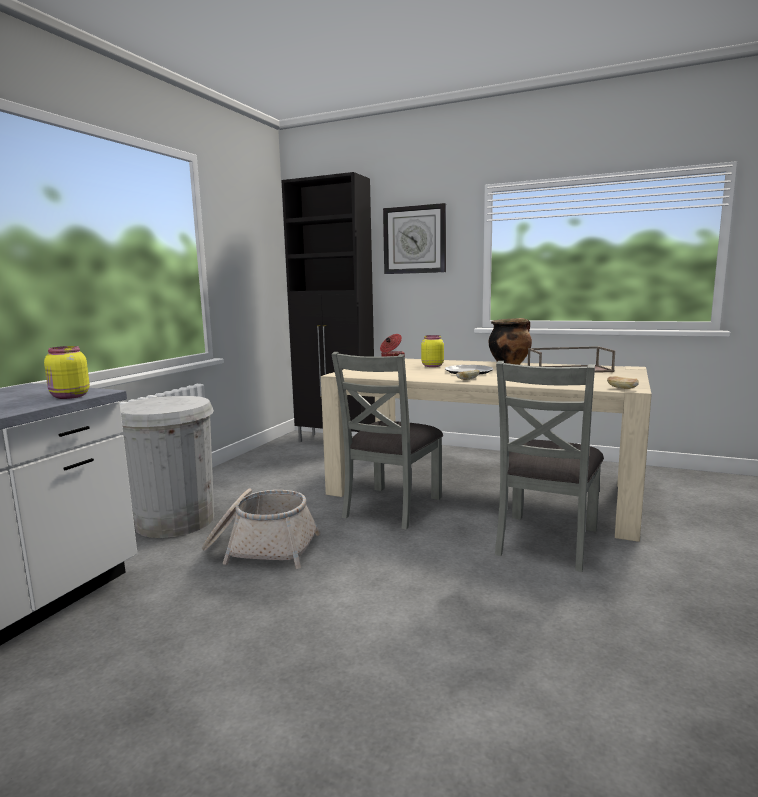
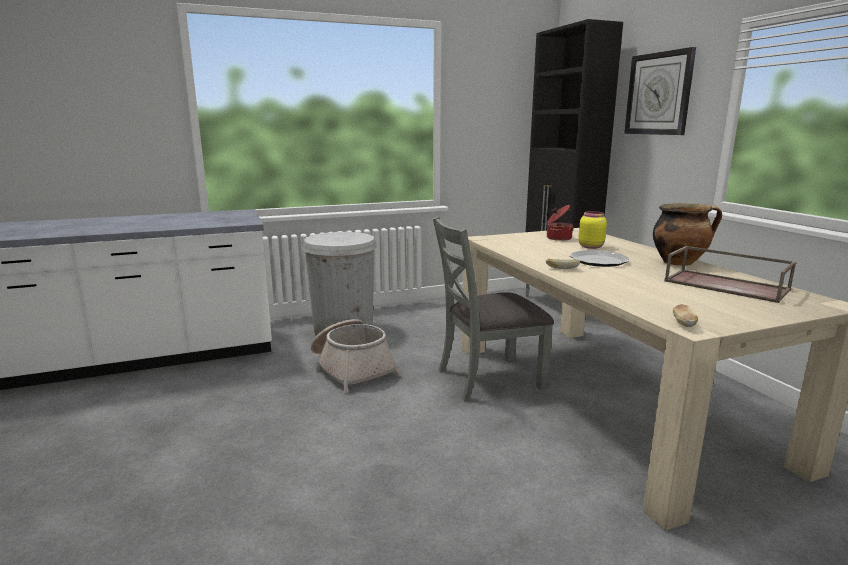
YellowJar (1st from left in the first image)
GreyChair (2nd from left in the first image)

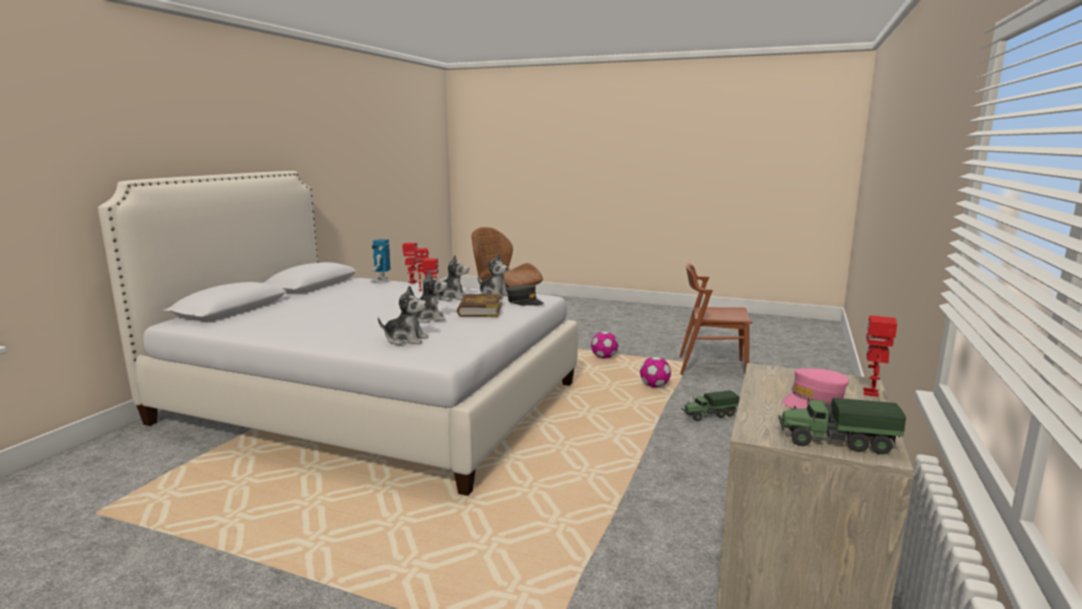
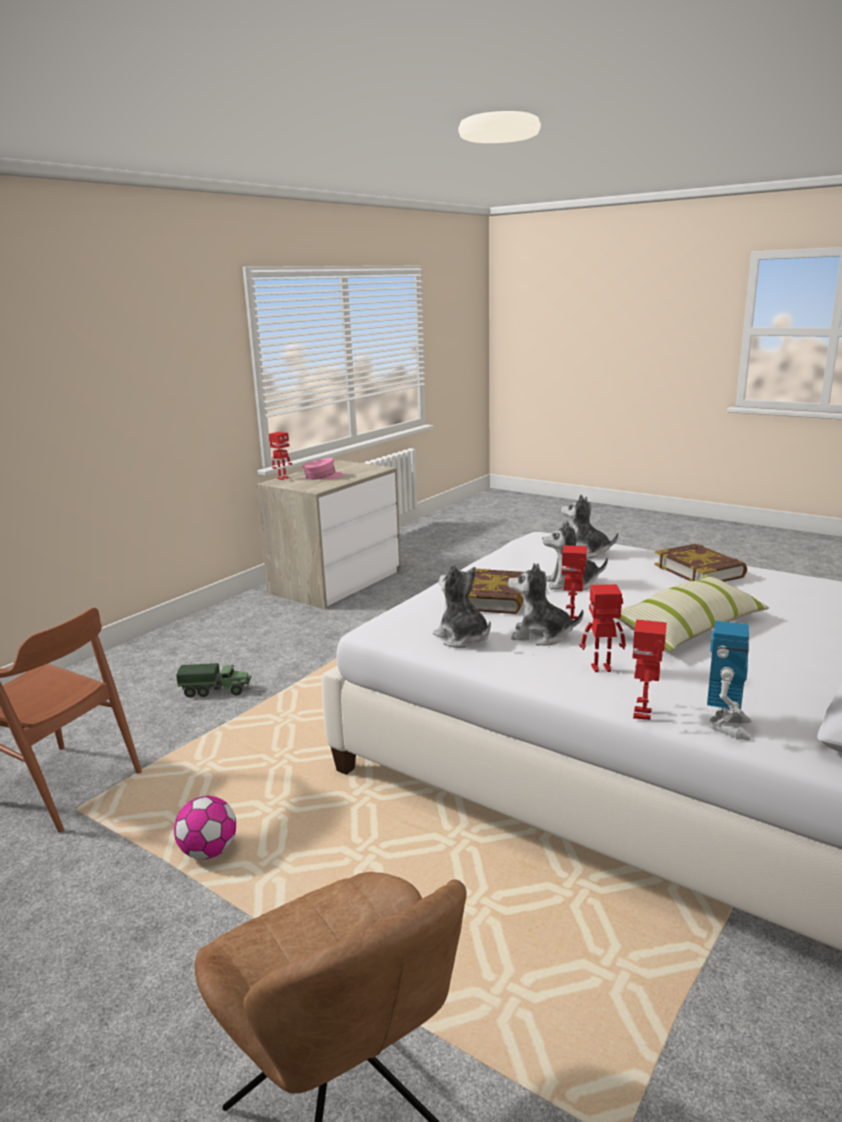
Pillow
Book (2nd from left)
GreyCap
Football (2nd from left in the first image)
ToyTruck (2nd from left in the first image)

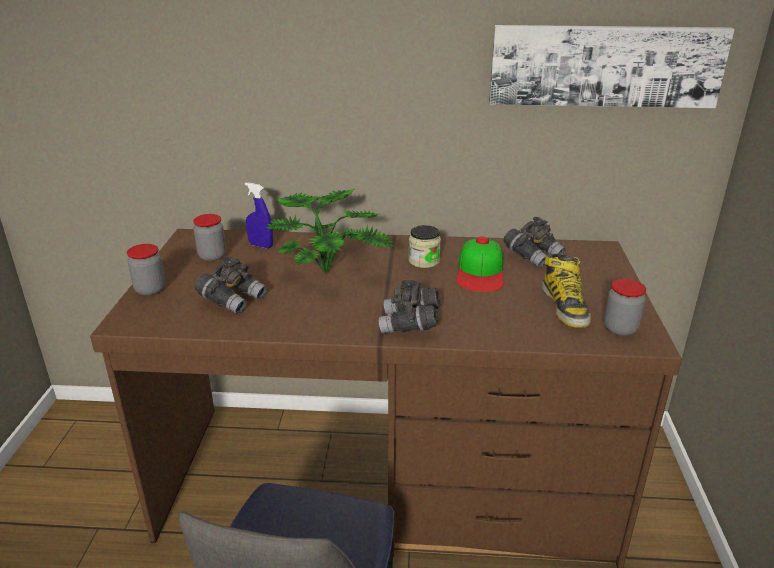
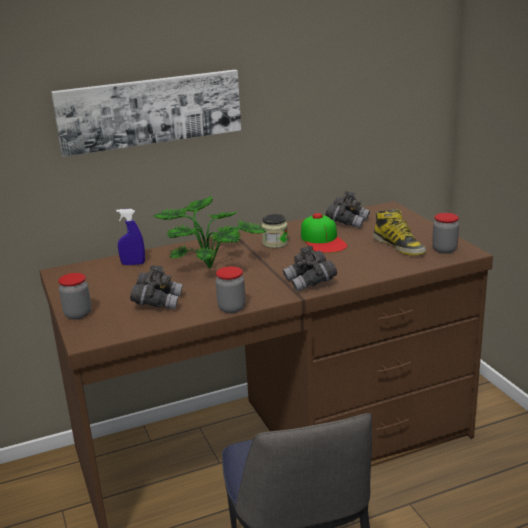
Picture
Jar (2nd from left)

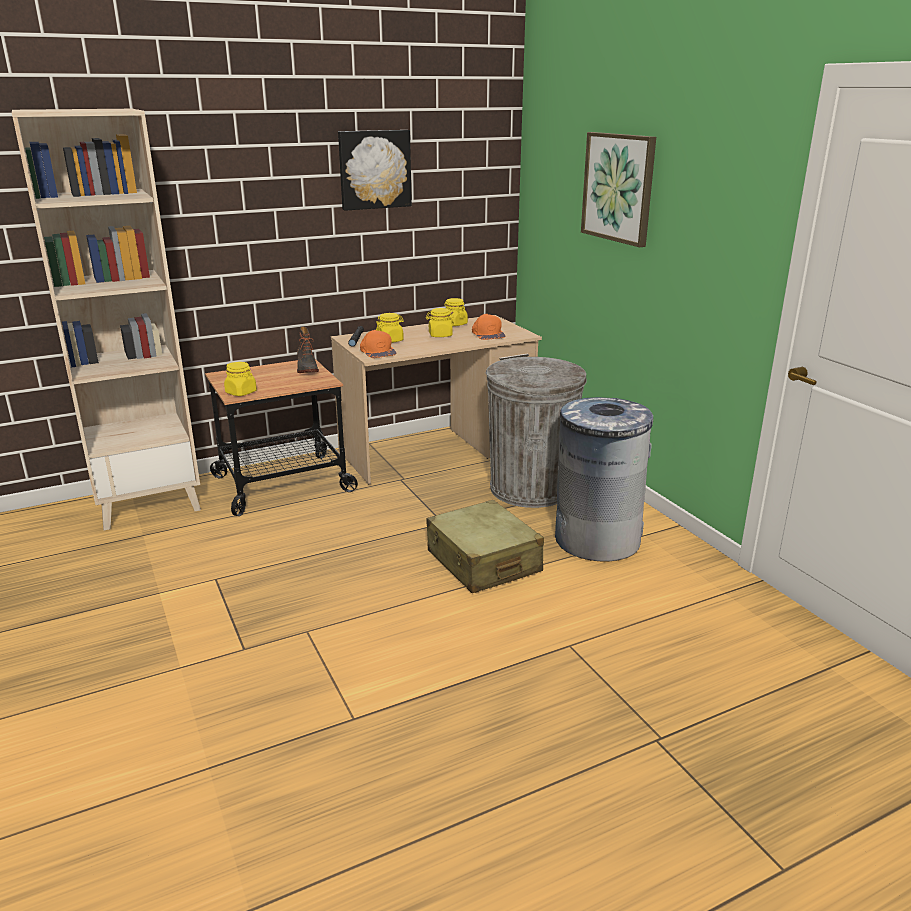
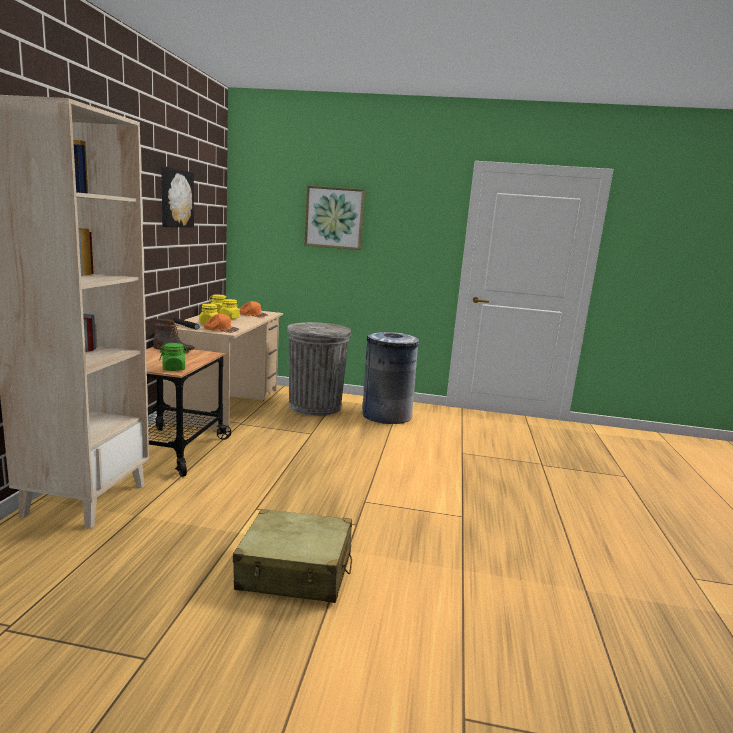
GreenJar
BeigeSuitcase

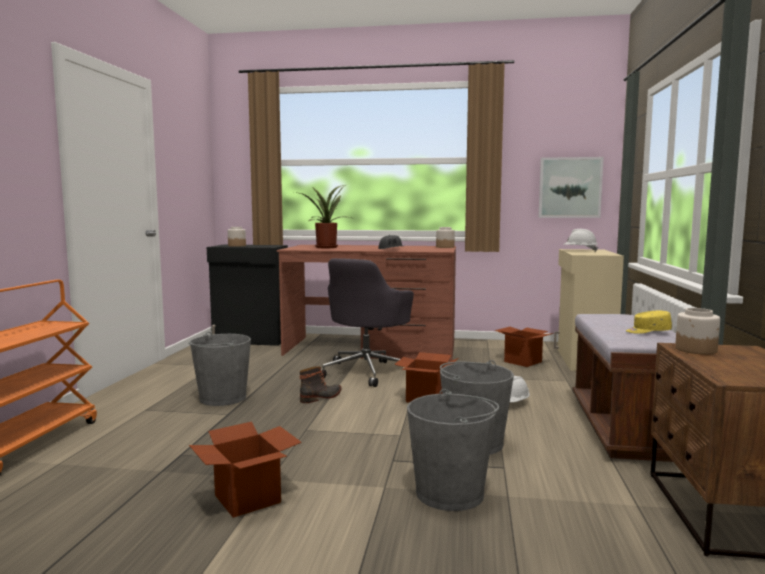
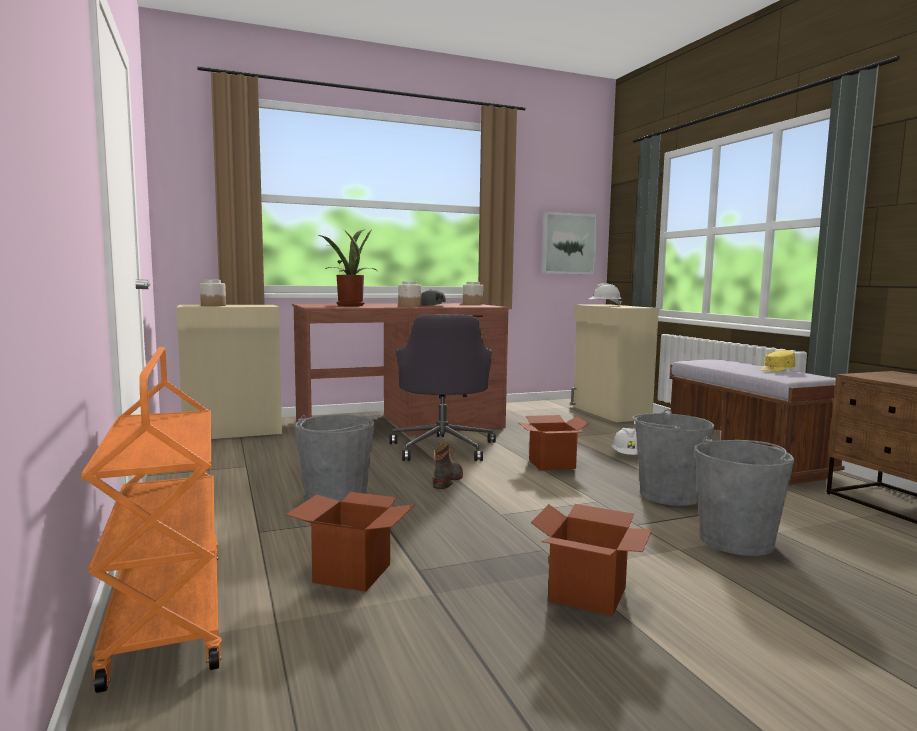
BeigeCabinet (1st from left)
CardboardBox (1st from left)
Jar (2nd from left)

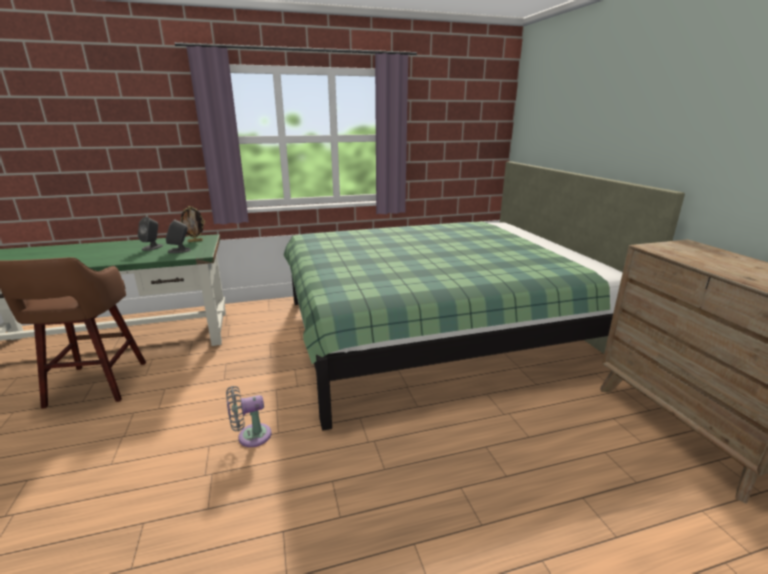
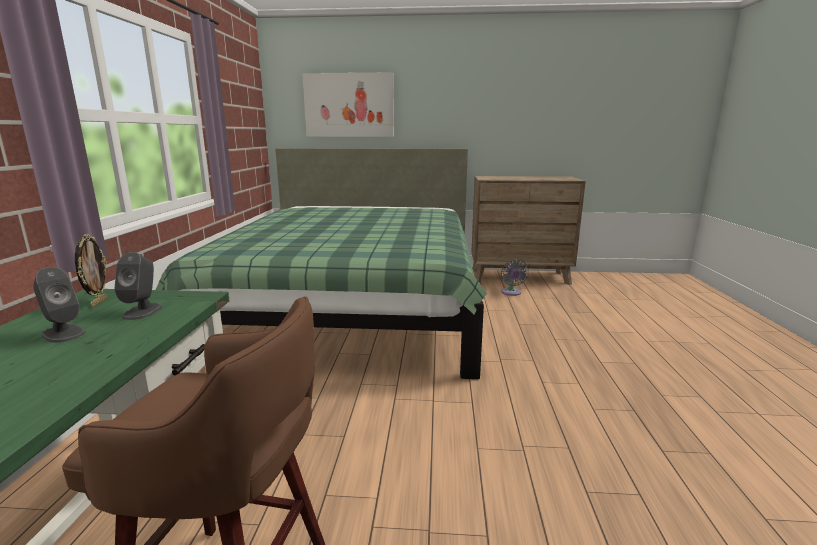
Picture
GreyFan

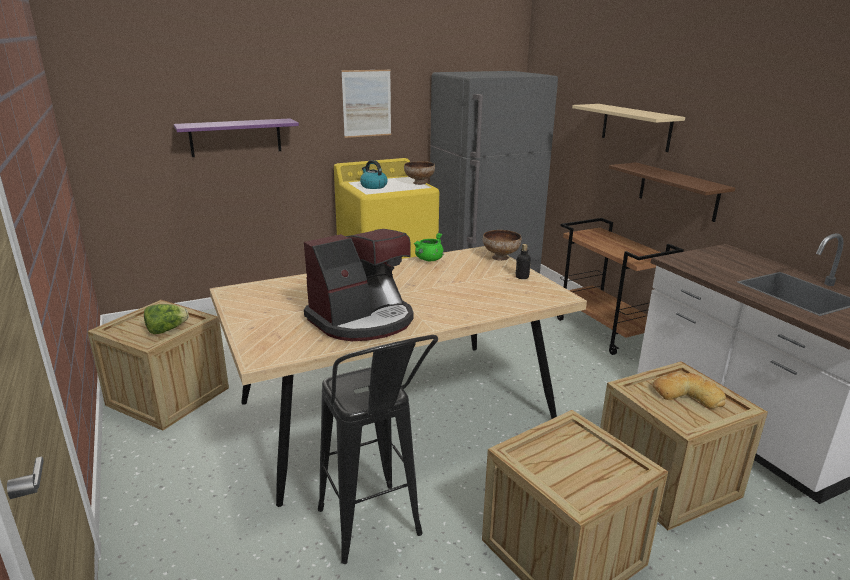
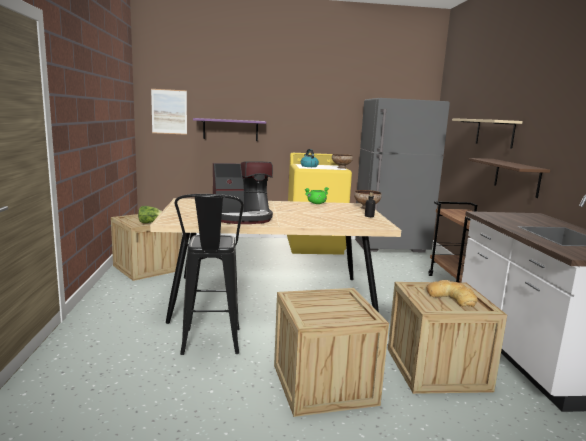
Picture

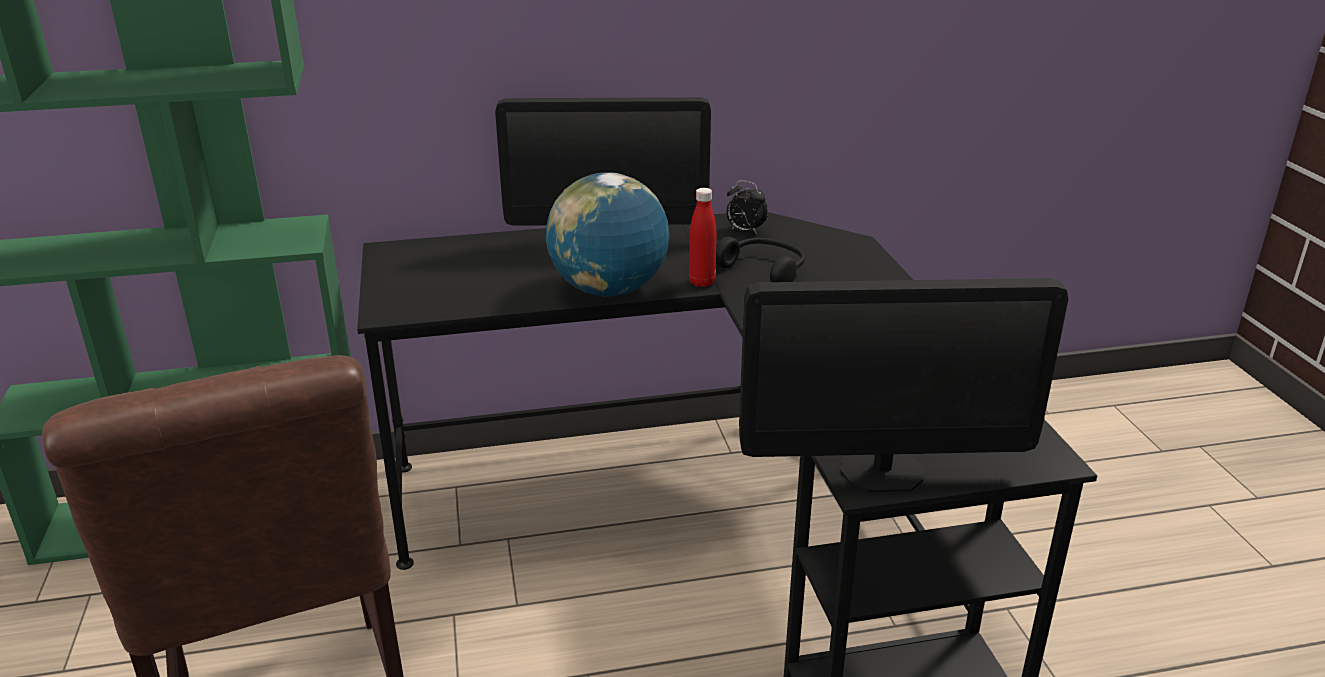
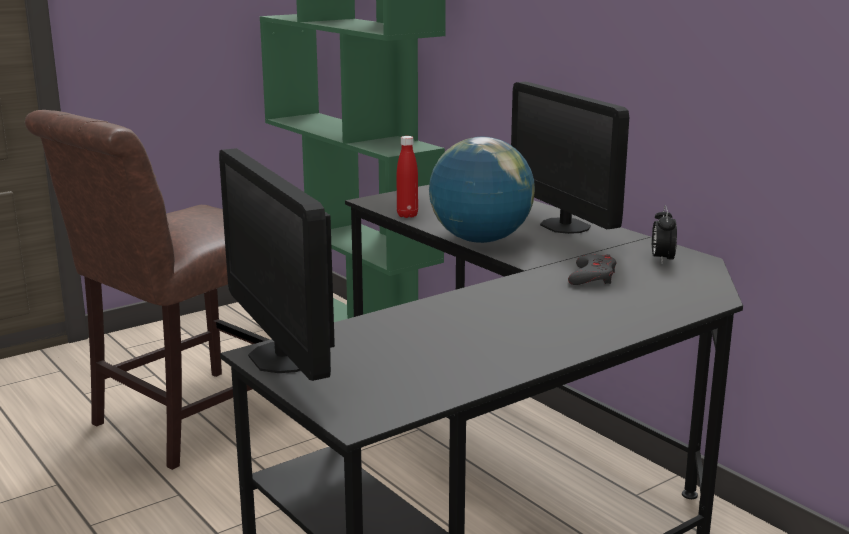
RedBottle
GreyGameController

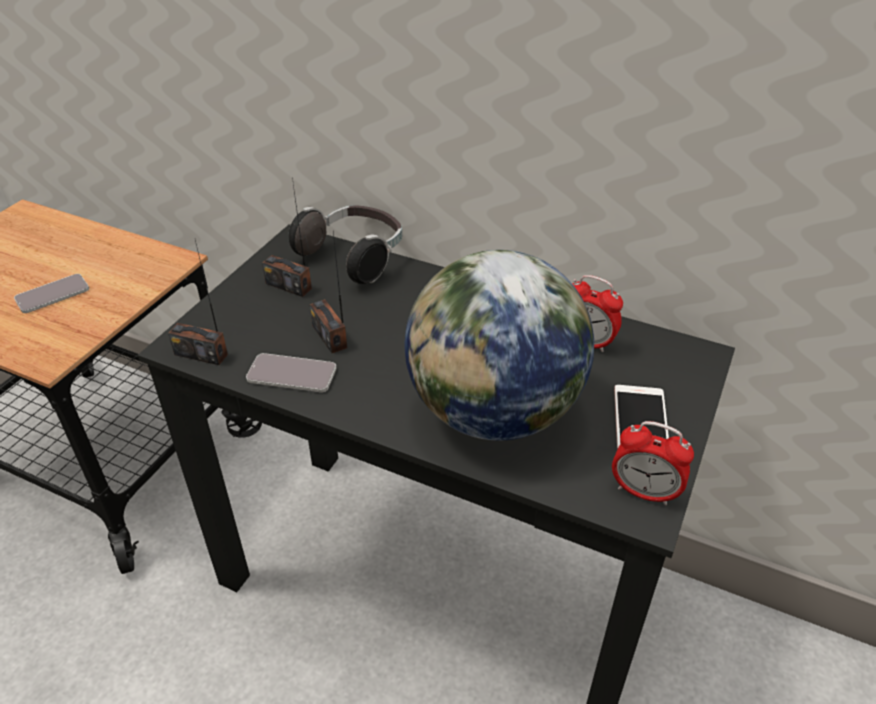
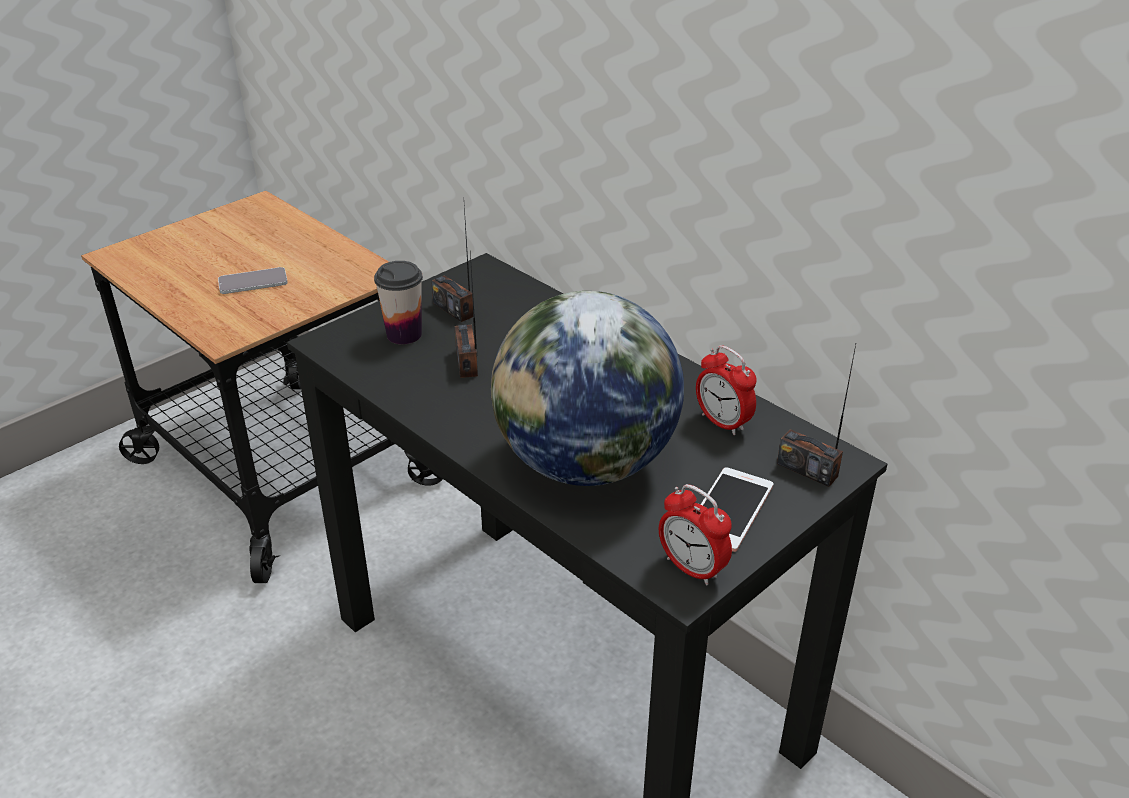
Cup
Radio (3rd from left)
Phone (2nd from left in the first image)
Headphones

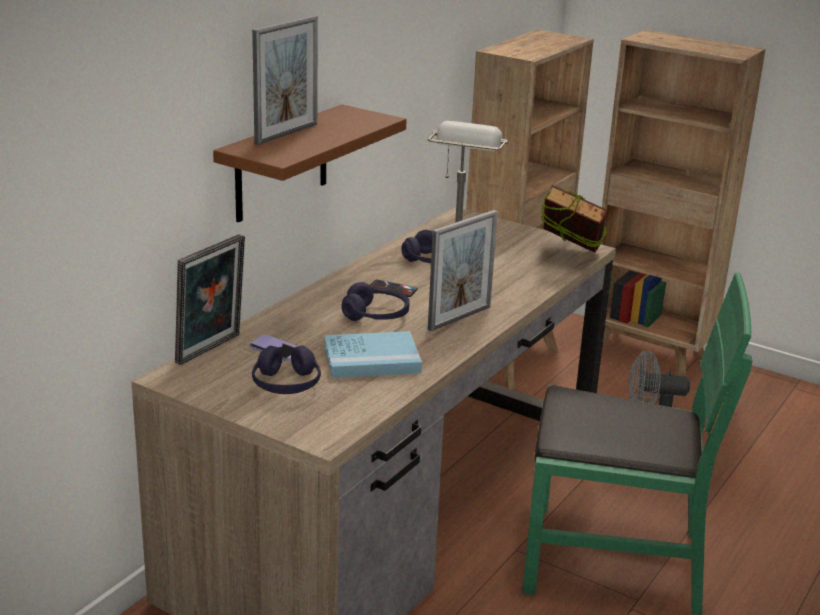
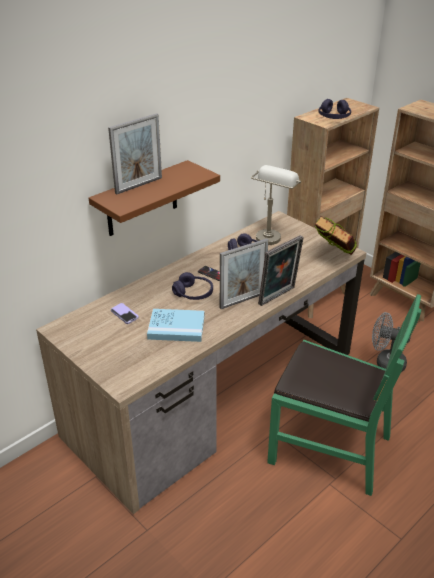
PictureFrame (3rd from left)
PurpleHeadphones (3rd from left)

